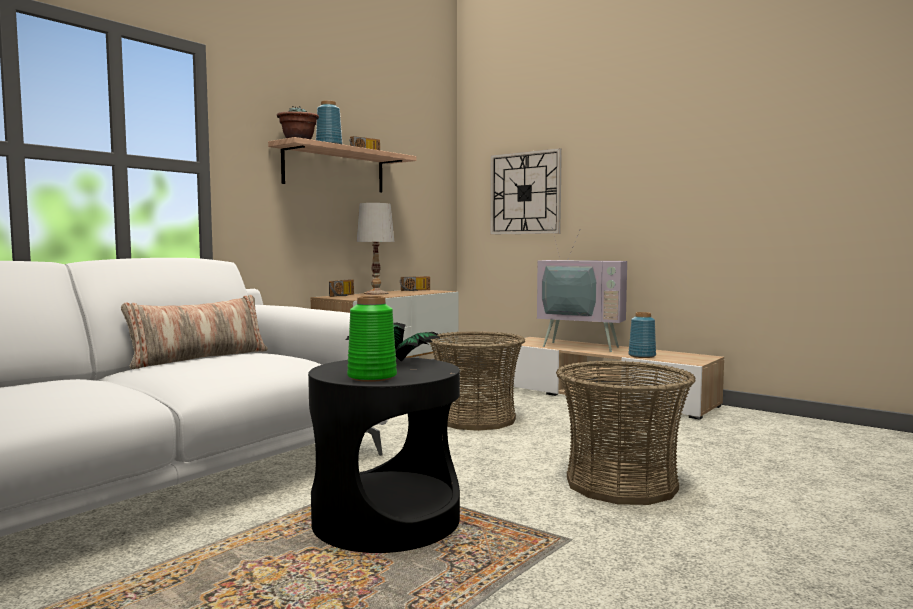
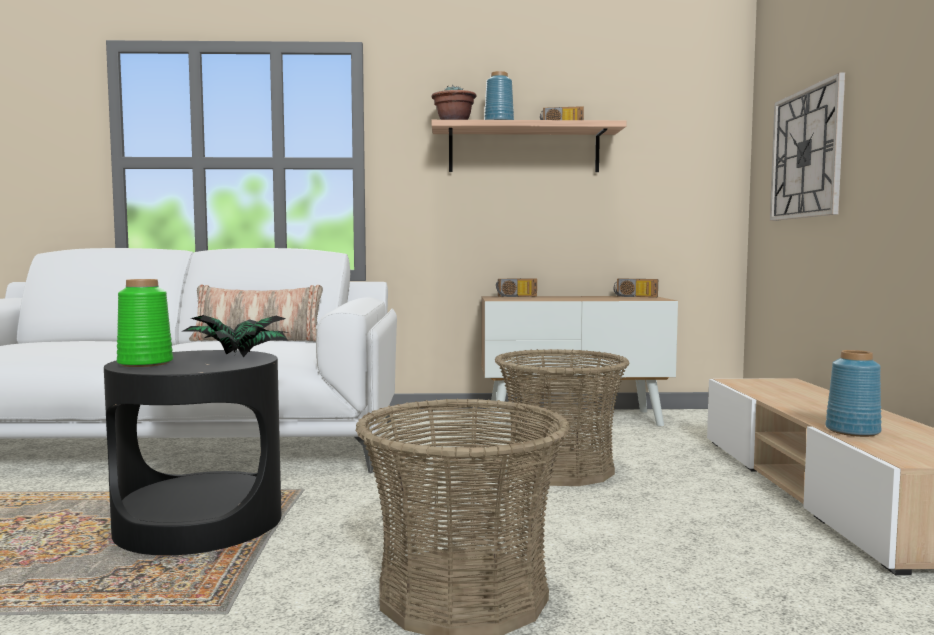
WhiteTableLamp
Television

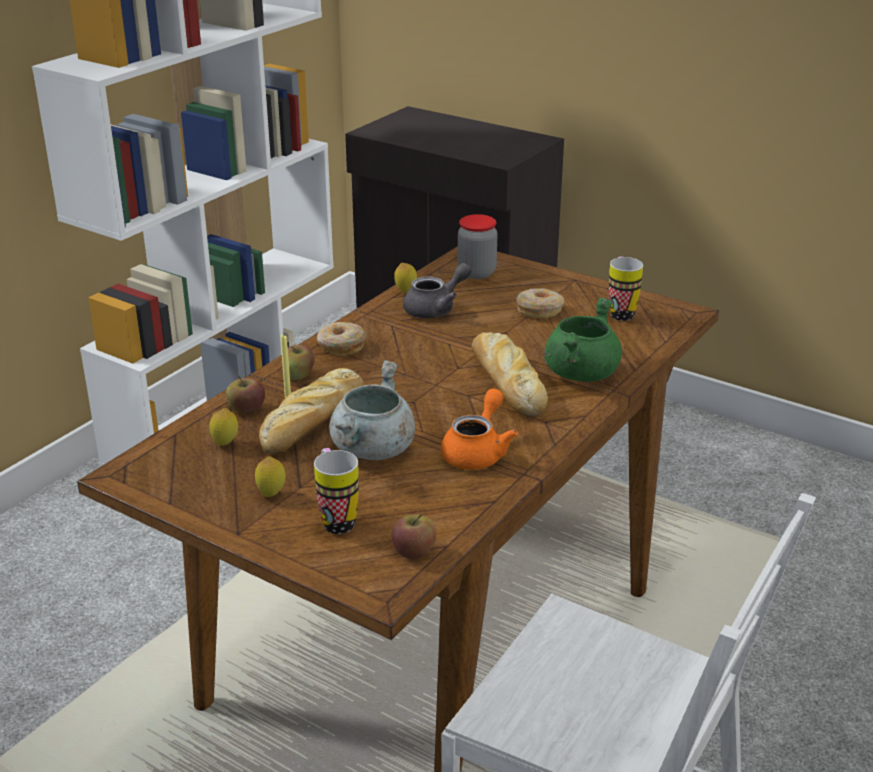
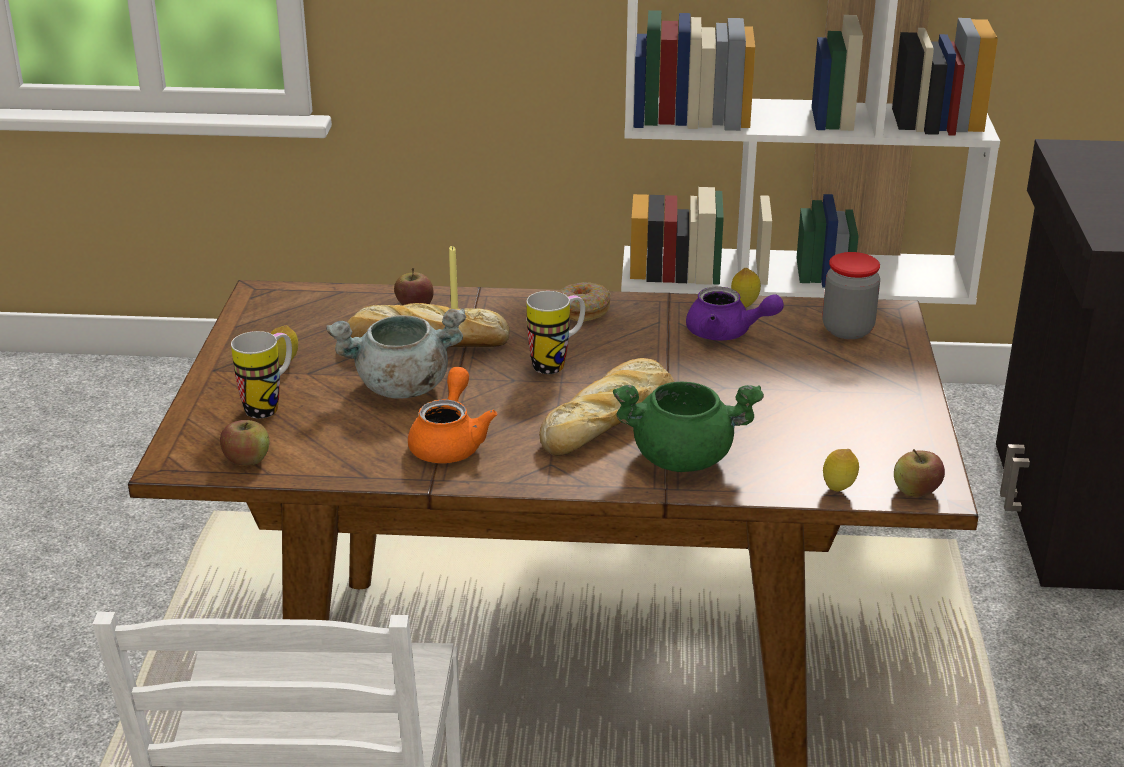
OrangeTeapot
Mug (2nd from left)
PurpleTeapot
Lemon (3rd from left)
Apple (3rd from left)
Donut (2nd from left in the first image)

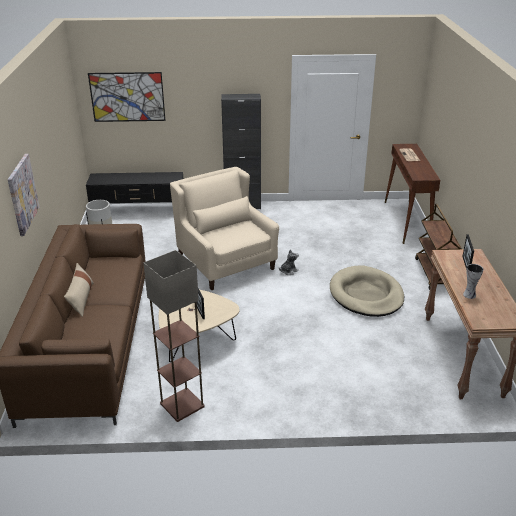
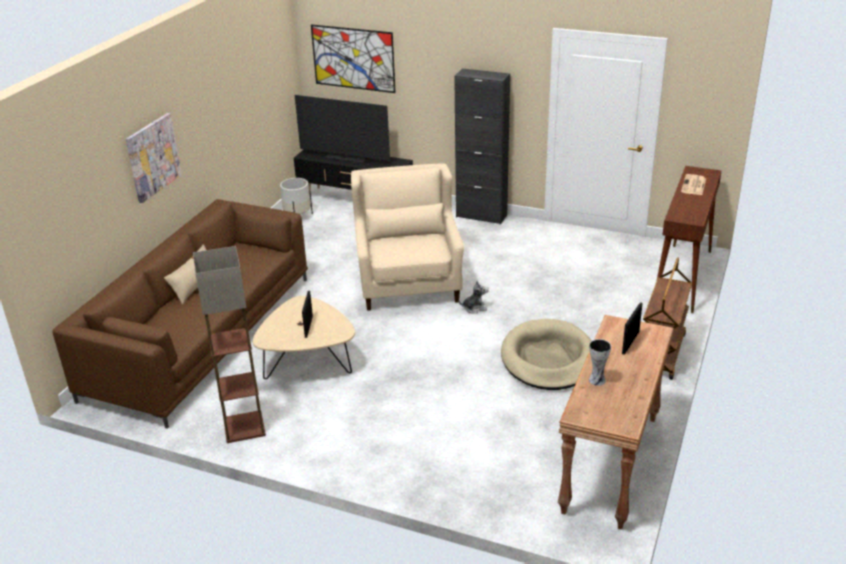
Television

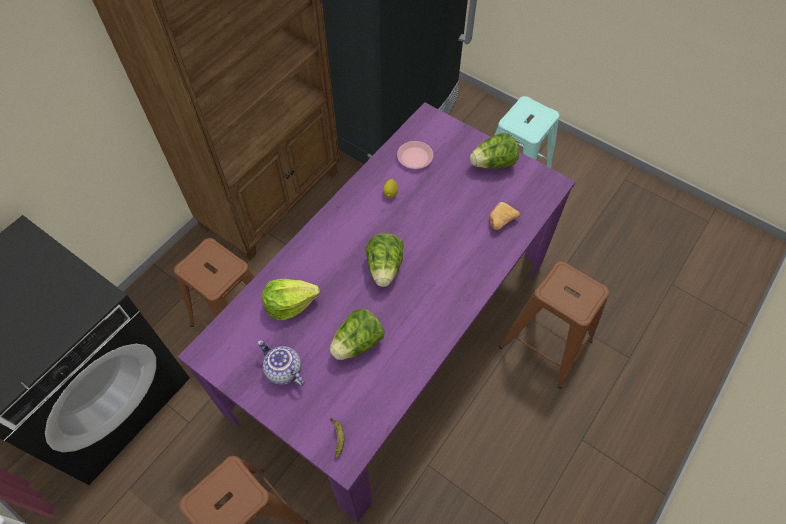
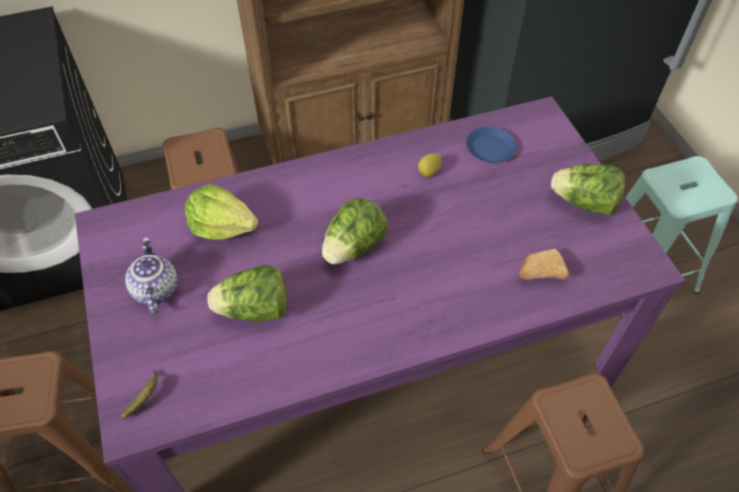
BluePlate

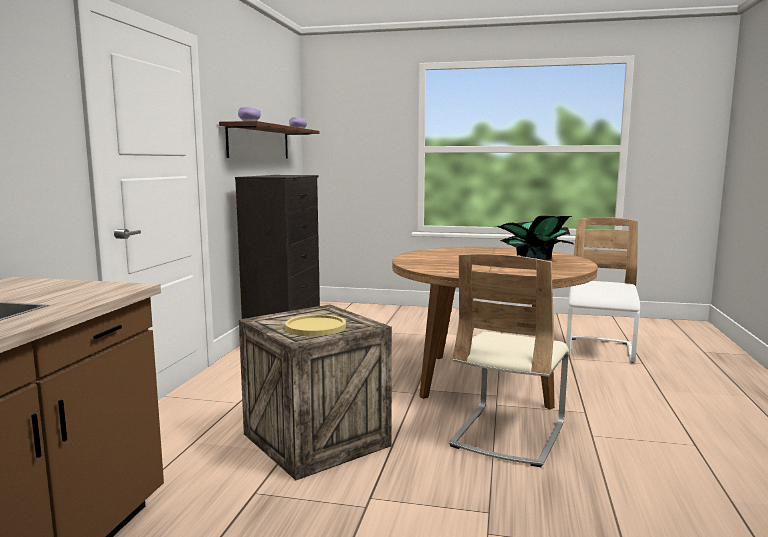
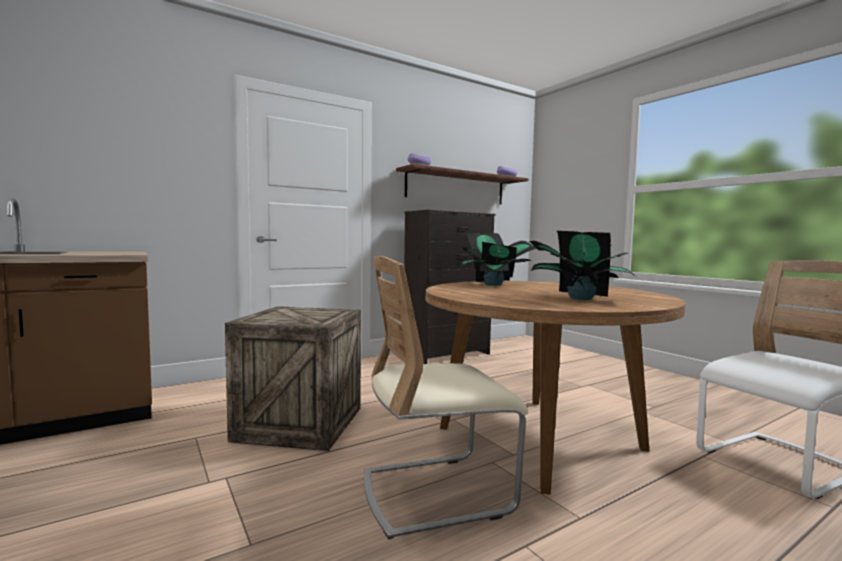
PottedPlant (1st from left)
YellowPlate

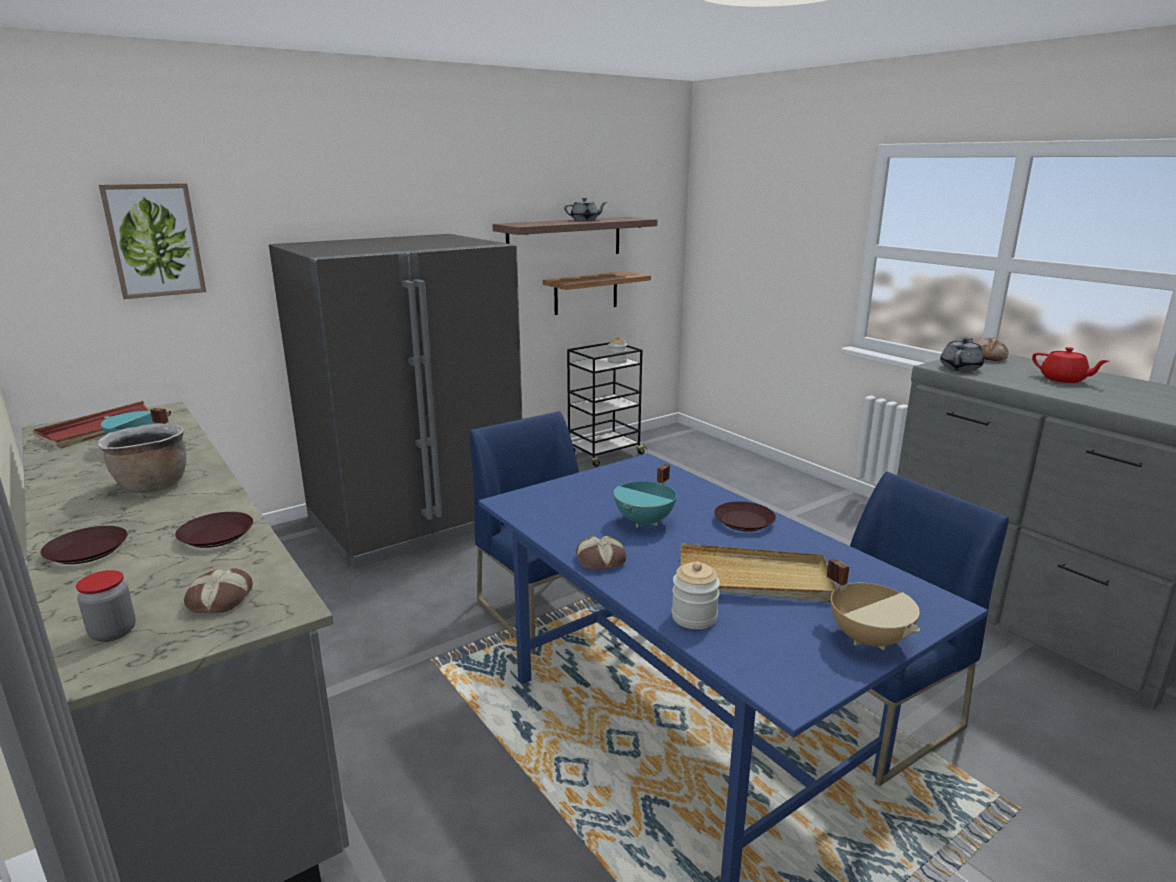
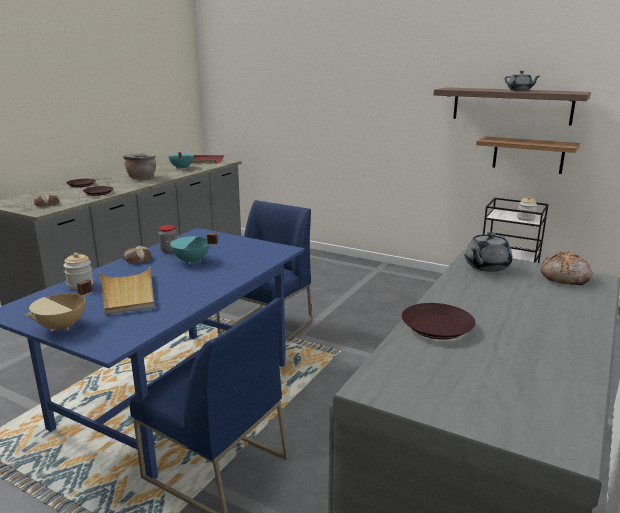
Jar (2nd from left)
BrownPlate (3rd from left)
GreyTeapot (1st from left)
Picture
GreyFridge
RedTeapot

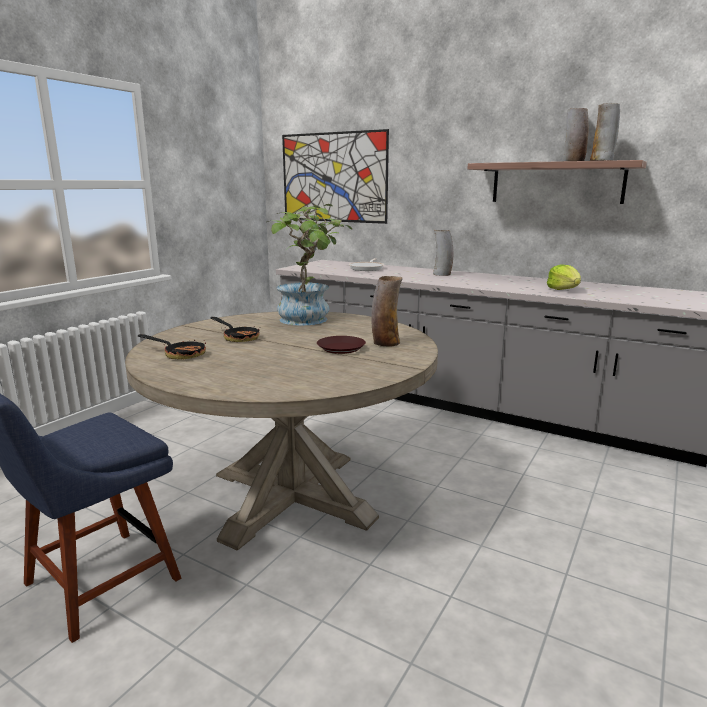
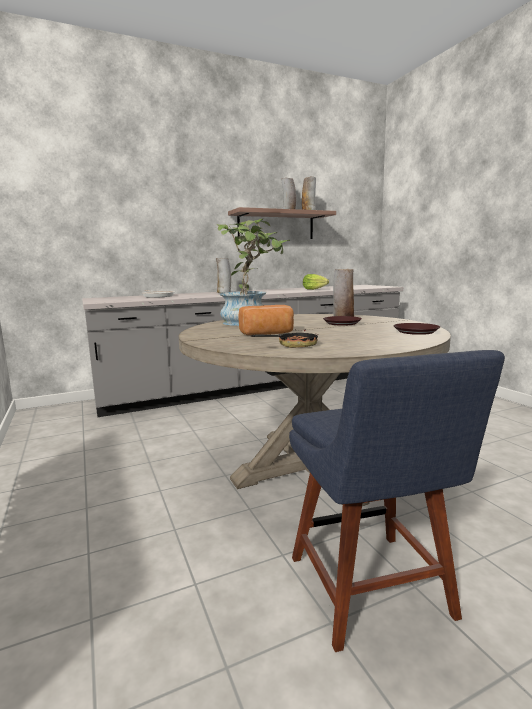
Bread
BrownPlate (2nd from left)
Picture

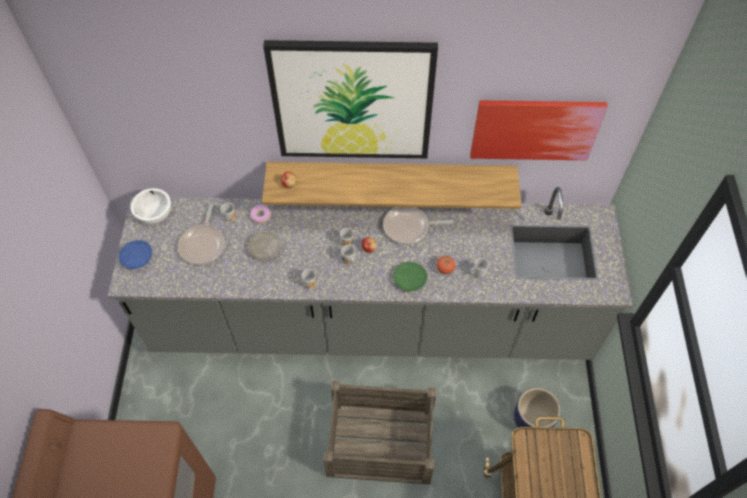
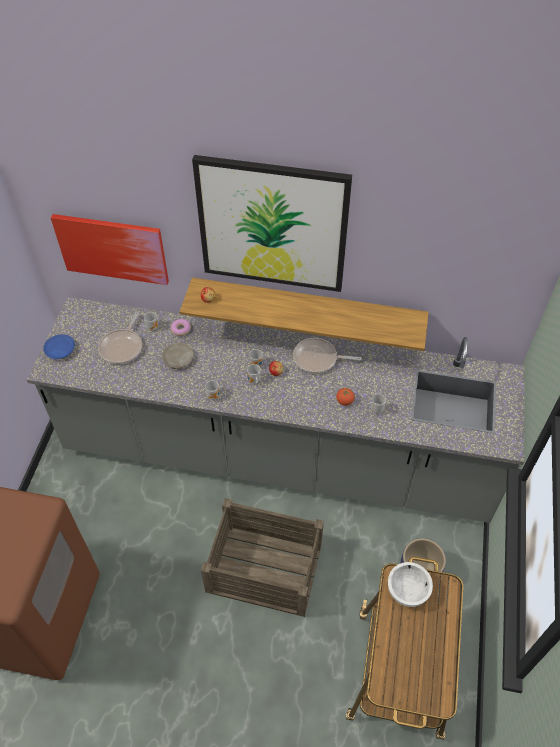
Picture (1st from left)
WhiteBowl
GreenPlate

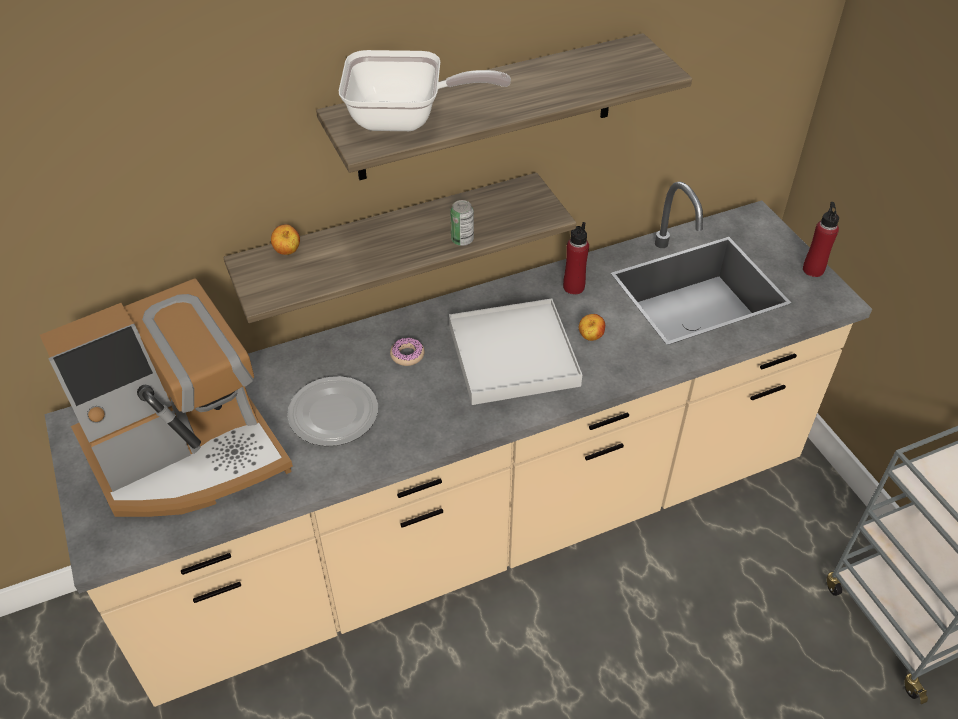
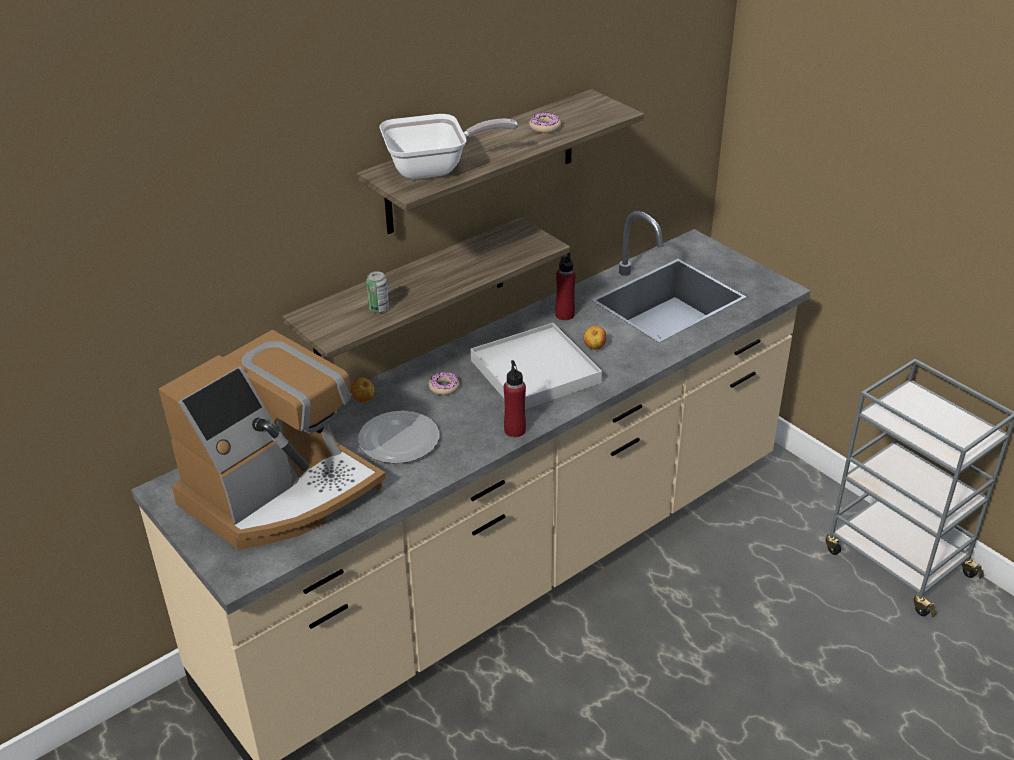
Apple (1st from left)
Can
RedBottle (1st from left)
Donut (2nd from left)

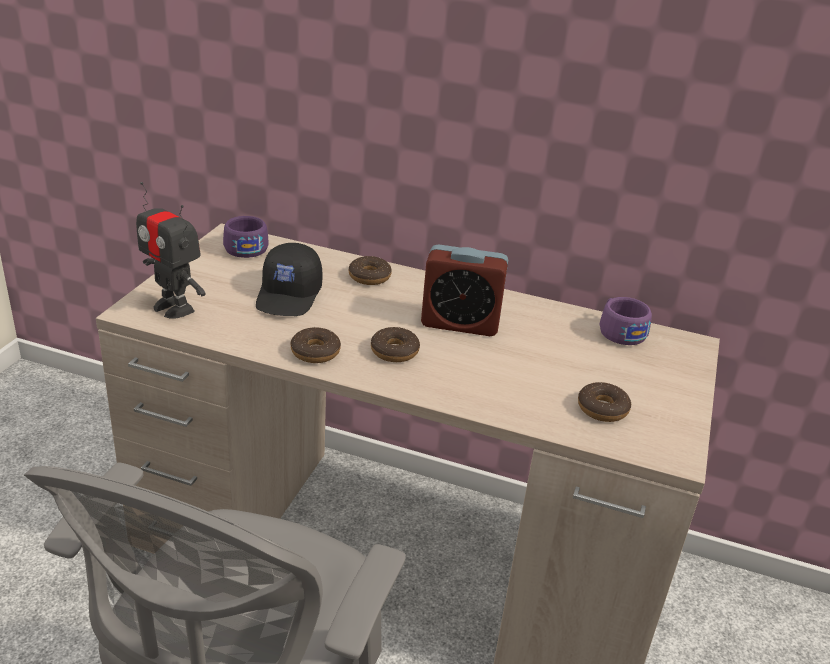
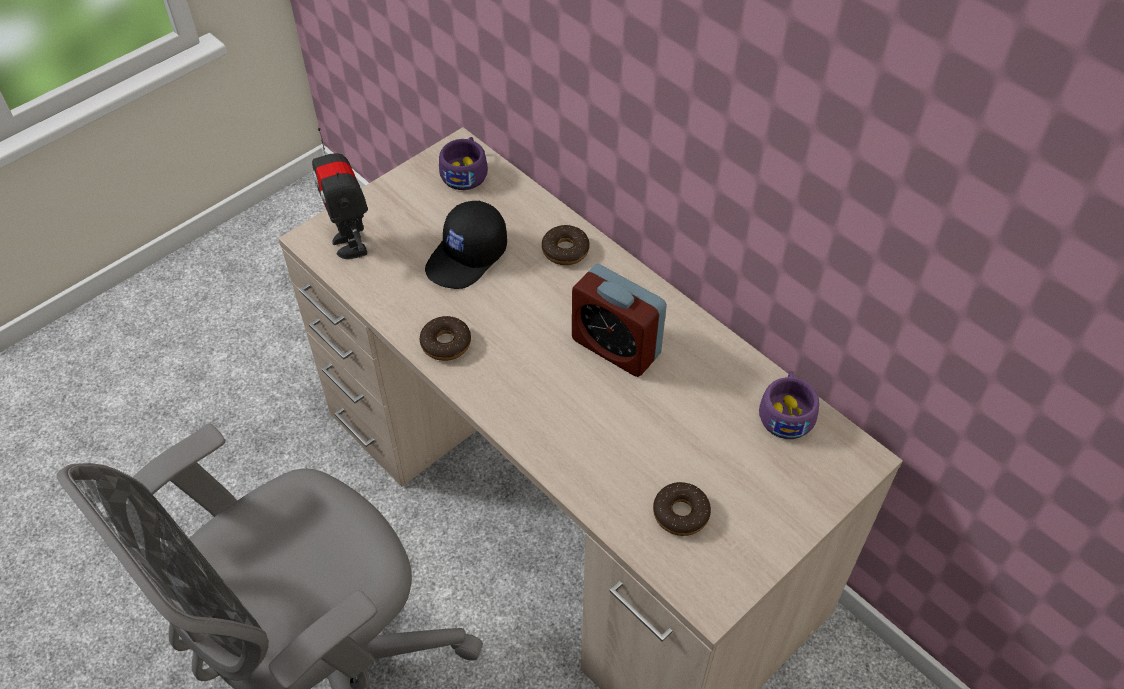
Donut (3rd from left in the first image)

